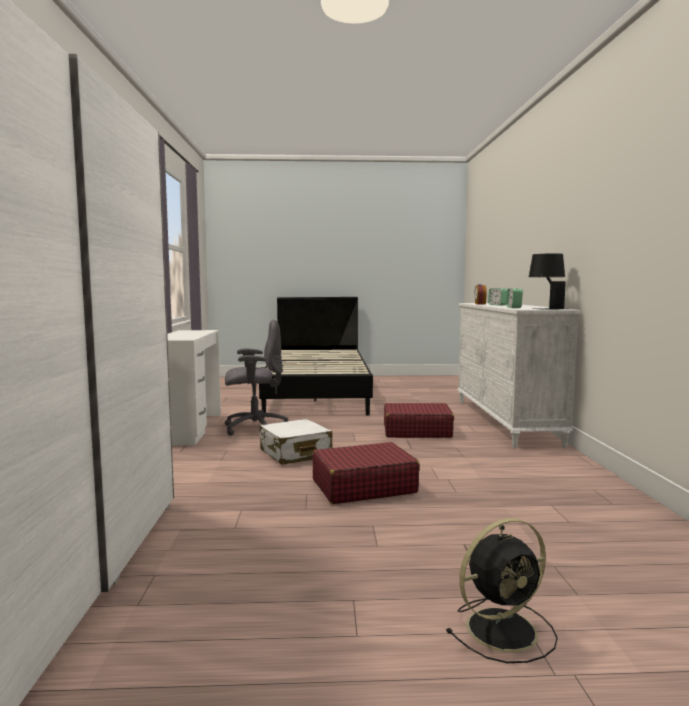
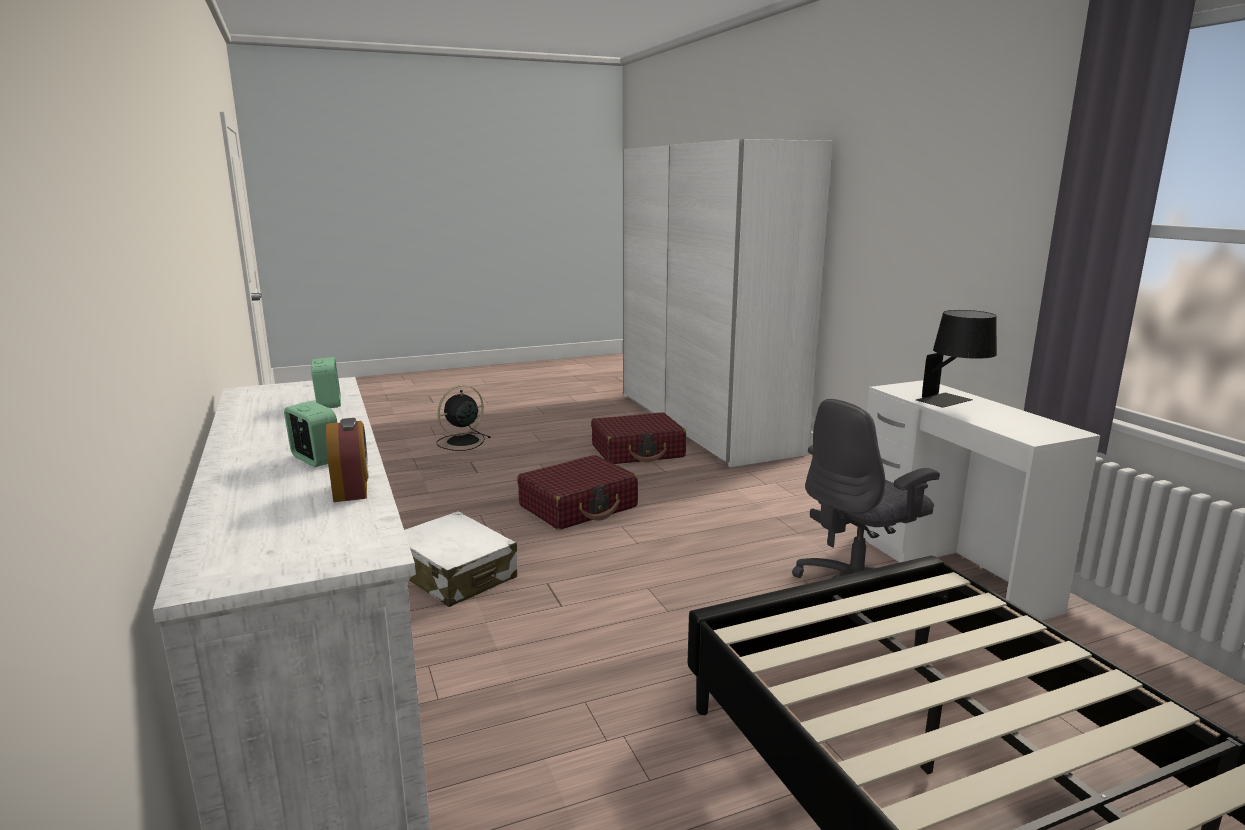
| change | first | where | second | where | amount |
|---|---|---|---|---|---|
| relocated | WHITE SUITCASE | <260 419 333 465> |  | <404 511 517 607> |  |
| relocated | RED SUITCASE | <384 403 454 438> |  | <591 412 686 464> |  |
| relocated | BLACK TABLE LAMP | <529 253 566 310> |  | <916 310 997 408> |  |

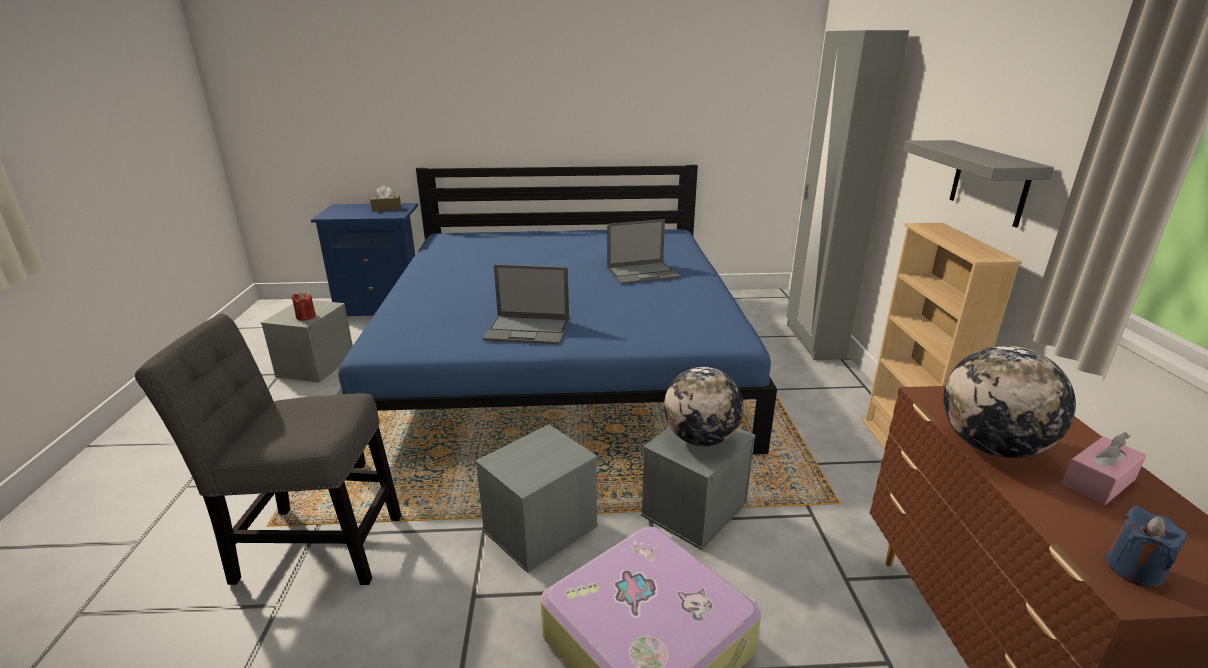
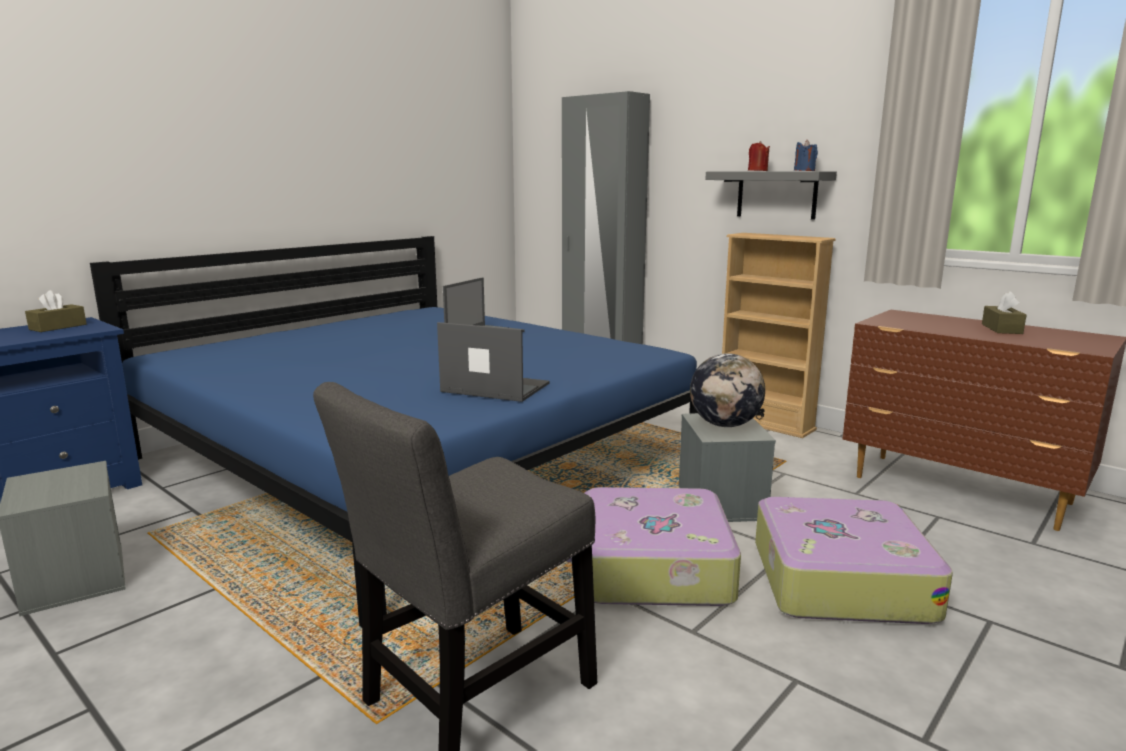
| change | first | where | second | where | amount |
|---|---|---|---|---|---|
| relocated | RED CANDLE | <291 293 316 321> |  | <748 141 770 171> |  |
| exchanged | GREY STORAGE BOX | <475 425 598 573> | SUITCASE | <566 487 741 606> |  |
| spun | LAPTOP | <483 264 569 345> |  | <437 322 550 402> | 120 degrees counterclockwise |
| missing | GLOBE | <943 346 1076 458> |  |  |  |
| colour | PINK TISSUE BOX | <1062 432 1147 505> | BROWN TISSUE BOX | <982 292 1027 334> |  |
| relocated | BLUE CANDLE | <1105 506 1187 588> |  | <794 140 818 171> |  |

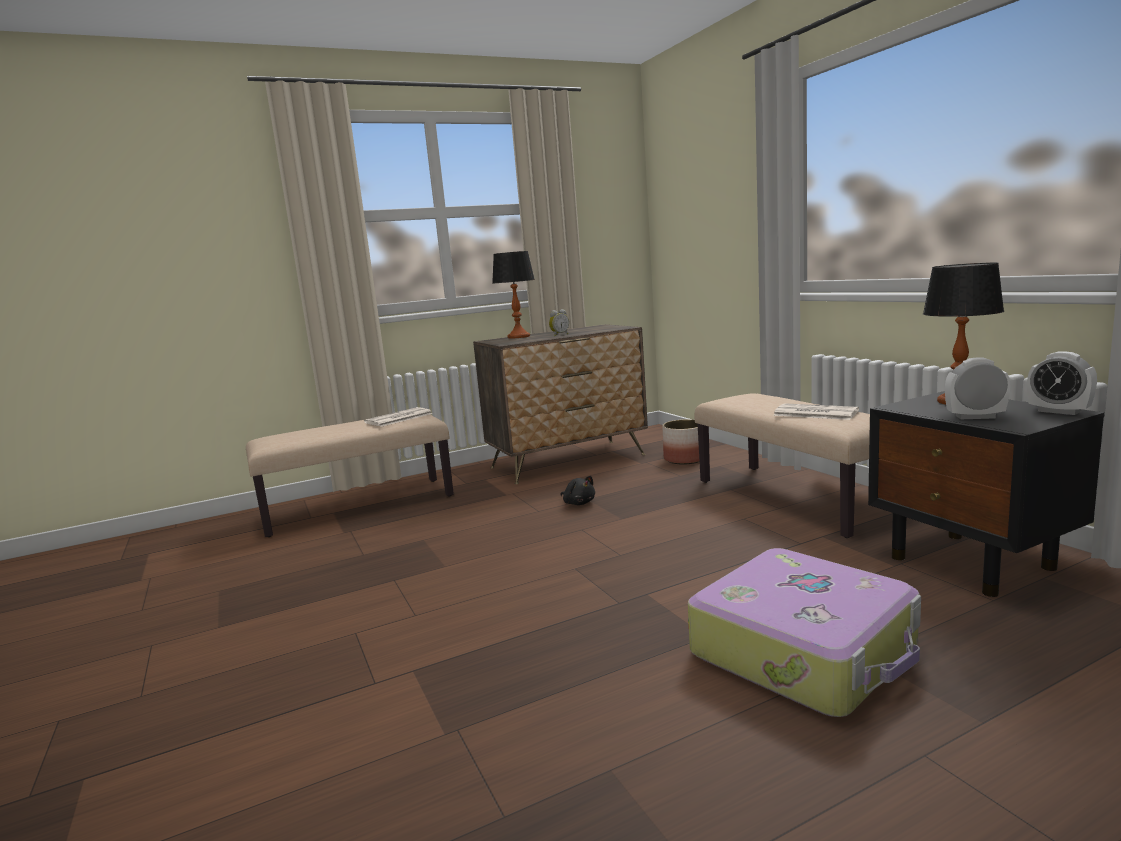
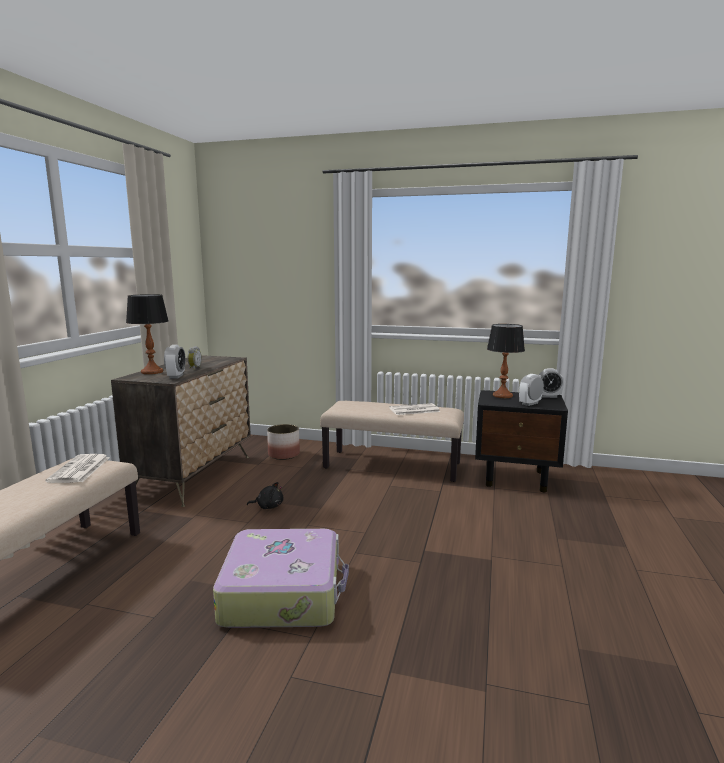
| change | first | where | second | where | amount |
|---|---|---|---|---|---|
| relocated | SUITCASE | <688 548 921 717> |  | <213 529 349 628> |  |
| appeared |  |  | ALARM CLOCK | <164 345 186 379> |  |

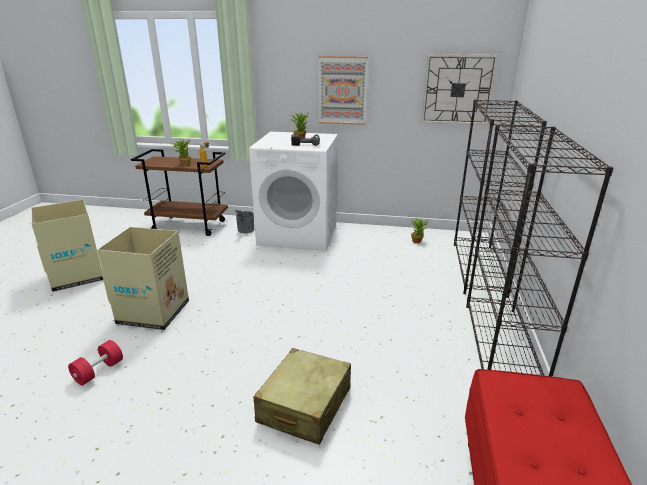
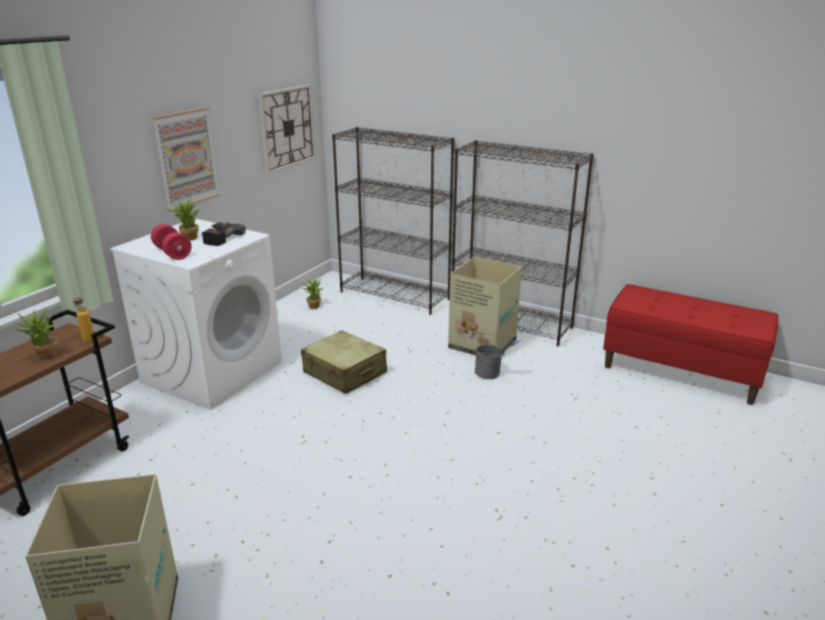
| change | first | where | second | where | amount |
|---|---|---|---|---|---|
| relocated | RED DUMBBELL | <68 340 123 385> |  | <151 224 192 260> |  |
| relocated | CARDBOARD BOX | <97 227 189 330> |  | <448 257 522 355> |  |
| relocated | GREY BUCKET | <235 210 254 234> |  | <475 340 519 379> |  |
| relocated | BEIGE SUITCASE | <253 348 351 445> |  | <301 330 387 394> |  |

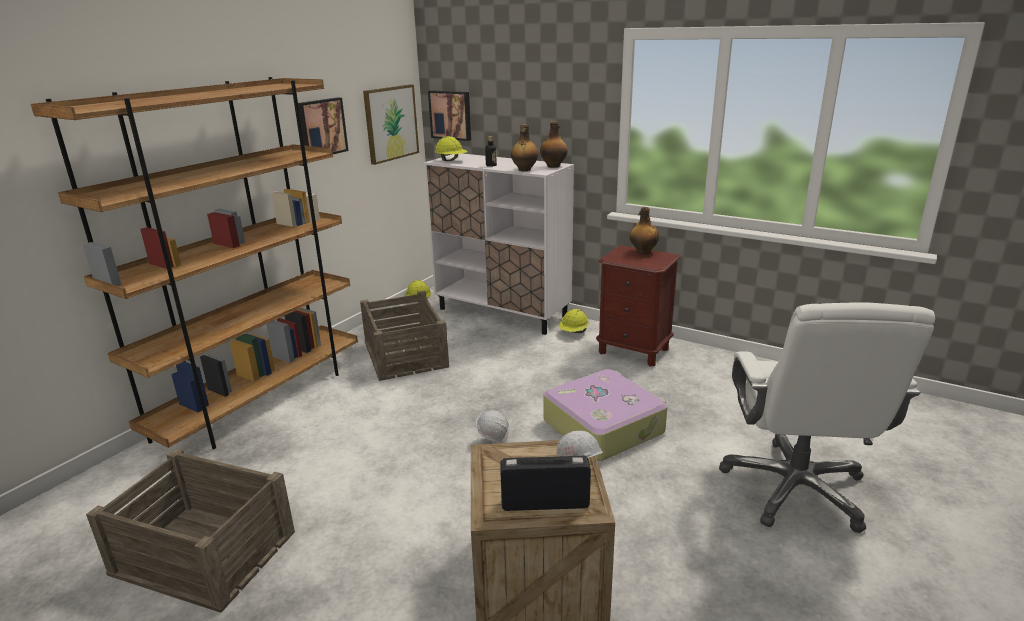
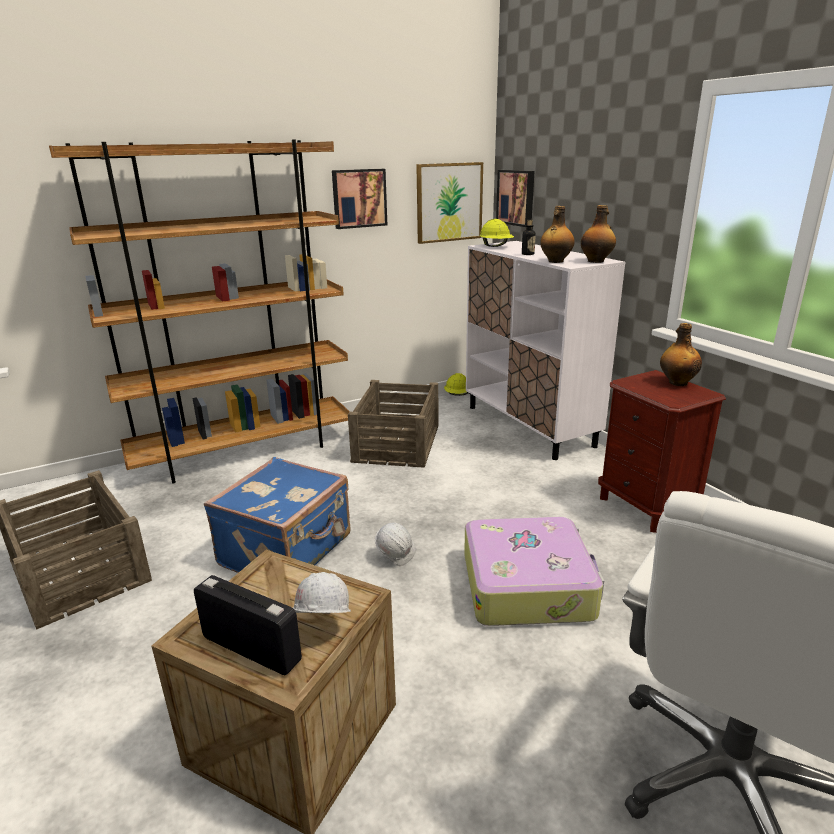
| change | first | where | second | where | amount |
|---|---|---|---|---|---|
| missing | YELLOW HARD HAT | <559 309 589 333> |  |  |  |
| appeared |  |  | BLUE SUITCASE | <204 457 351 573> |  |

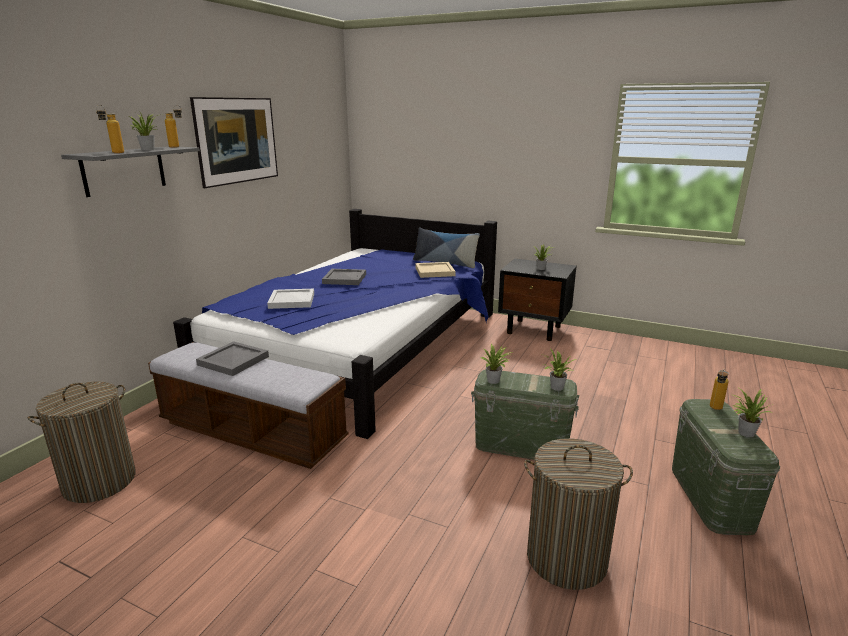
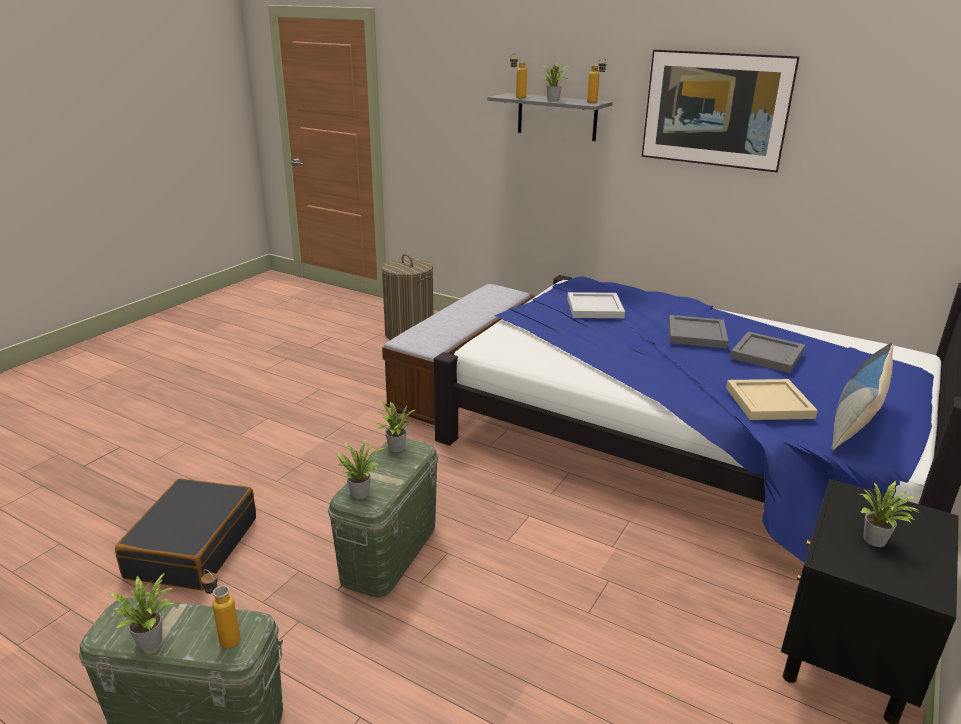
| change | first | where | second | where | amount |
|---|---|---|---|---|---|
| relocated | GREY TRAY | <196 341 269 376> |  | <730 332 805 373> |  |
| exchanged | LAUNDRY BASKET | <524 438 633 590> | BLACK SUITCASE | <115 479 256 590> |  |

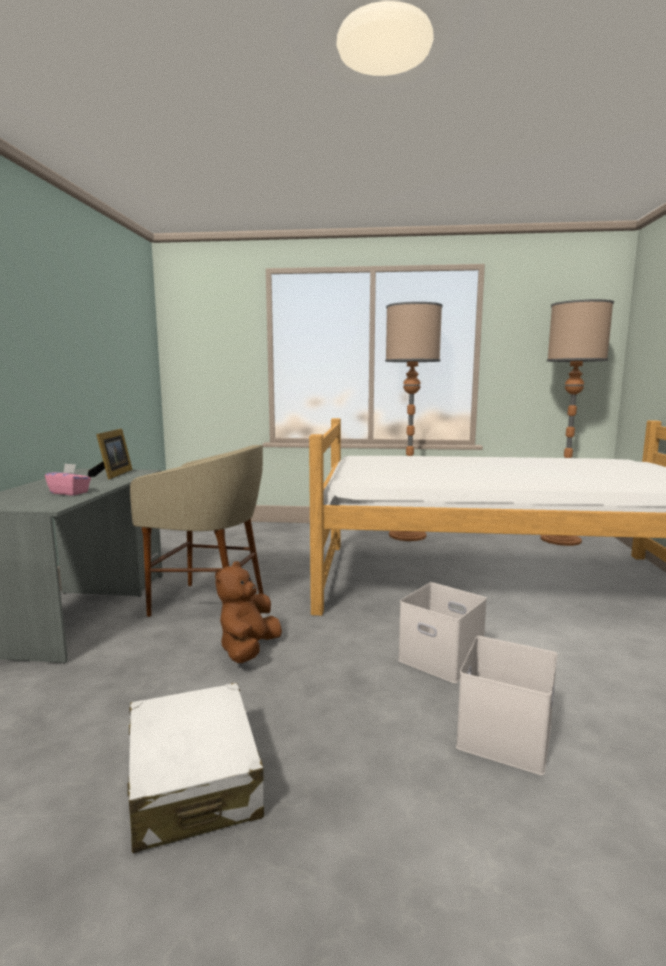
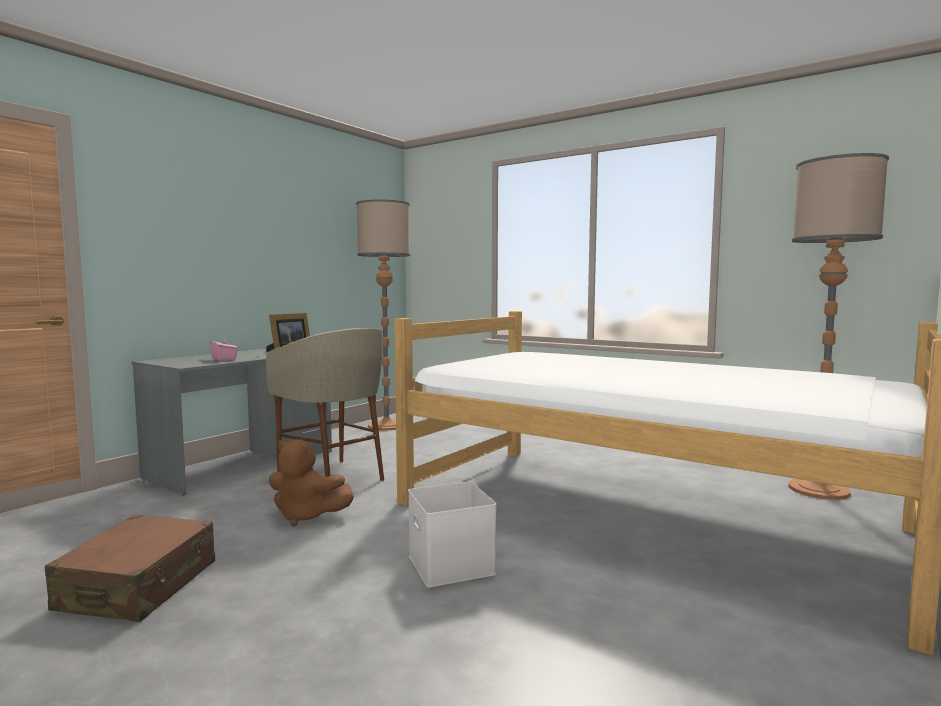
| change | first | where | second | where | amount |
|---|---|---|---|---|---|
| colour | WHITE SUITCASE | <127 683 264 853> | BROWN SUITCASE | <45 515 215 622> |  |
| spun | BROWN PLUSH TOY | <215 561 282 663> |  | <269 439 354 526> | 120 degrees counterclockwise |
| relocated | FLOOR LAMP | <385 302 443 541> |  | <356 200 410 431> |  |
| missing | WHITE STORAGE BOX | <456 636 557 775> |  |  |  |

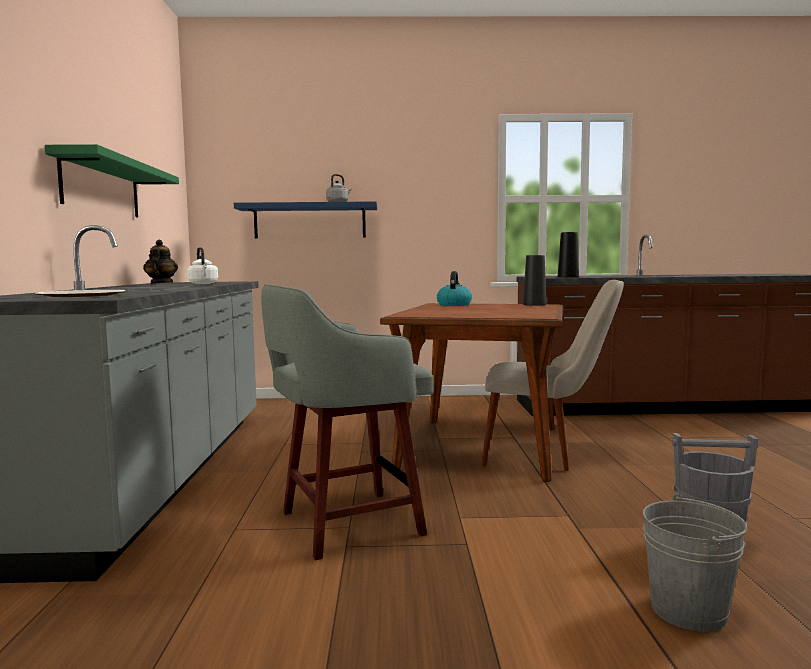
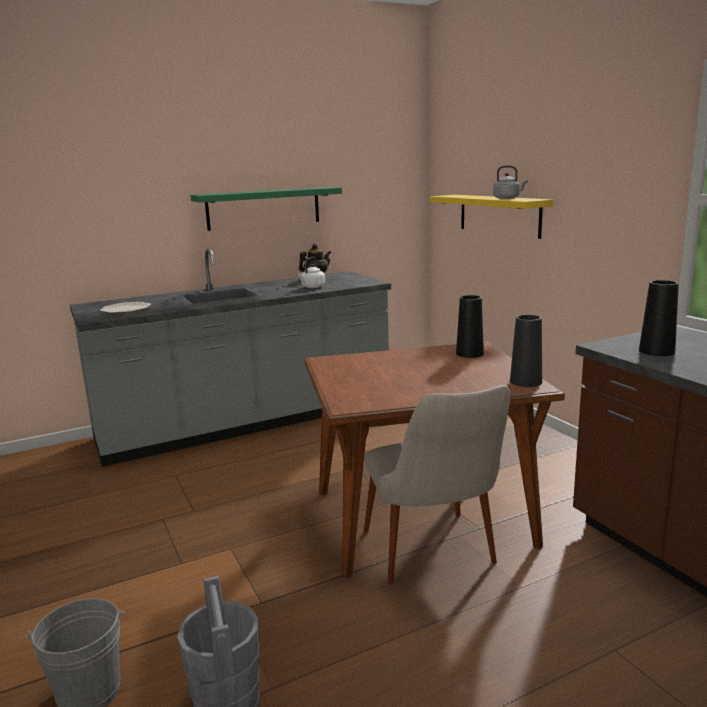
| change | first | where | second | where | amount |
|---|---|---|---|---|---|
| colour | BLUE SHELF | <234 201 377 239> | YELLOW SHELF | <430 195 553 239> |  |
| missing | GREY STOOL | <261 284 434 560> |  |  |  |
| exchanged | KETTLE | <437 271 472 306> | BLACK VASE | <456 295 484 358> |  |

